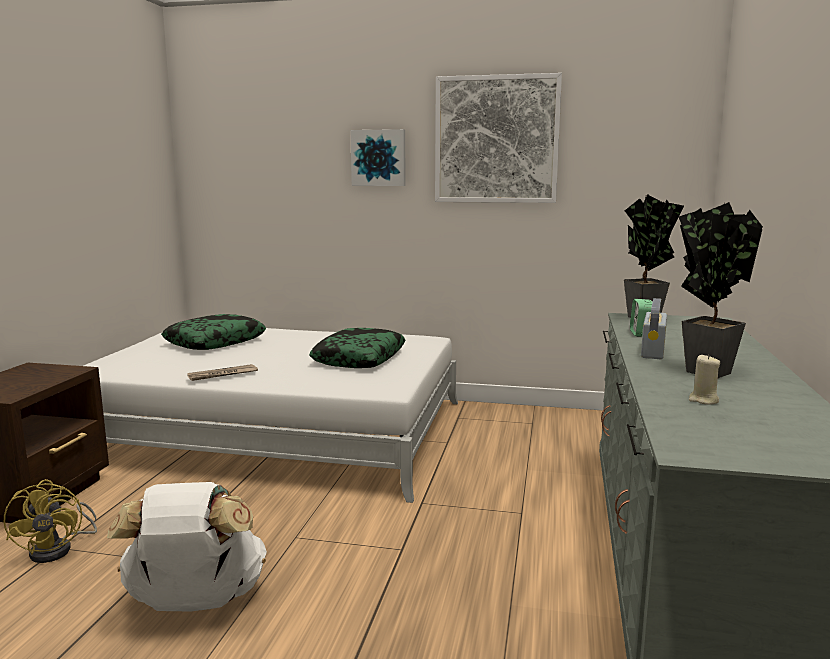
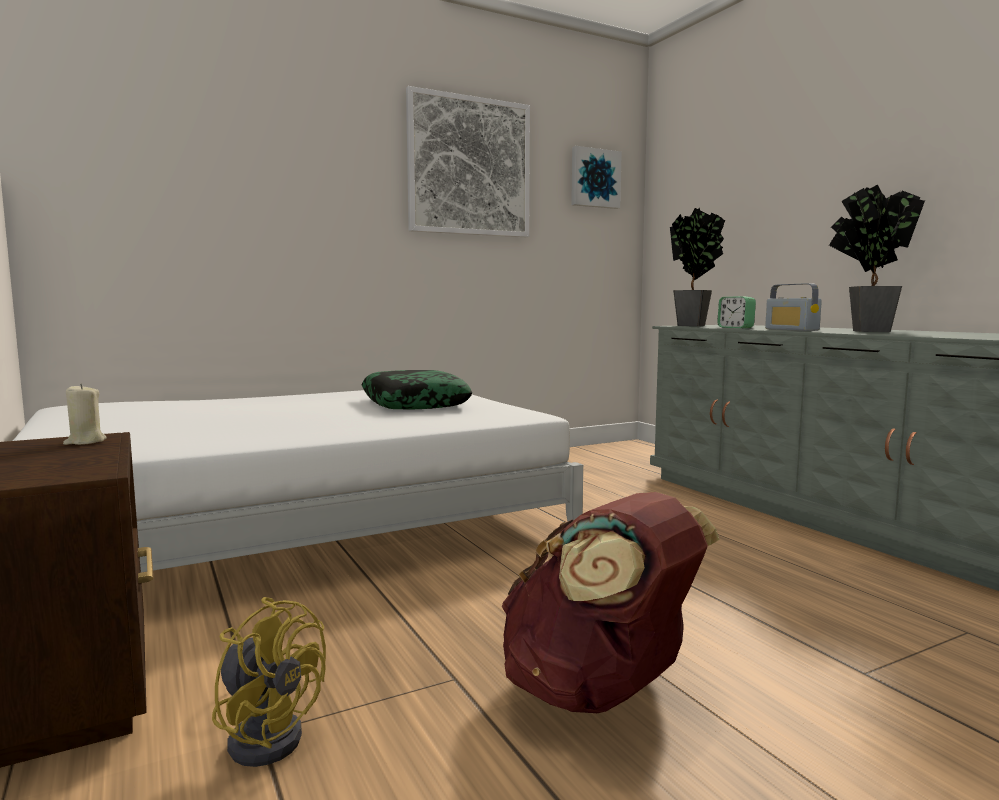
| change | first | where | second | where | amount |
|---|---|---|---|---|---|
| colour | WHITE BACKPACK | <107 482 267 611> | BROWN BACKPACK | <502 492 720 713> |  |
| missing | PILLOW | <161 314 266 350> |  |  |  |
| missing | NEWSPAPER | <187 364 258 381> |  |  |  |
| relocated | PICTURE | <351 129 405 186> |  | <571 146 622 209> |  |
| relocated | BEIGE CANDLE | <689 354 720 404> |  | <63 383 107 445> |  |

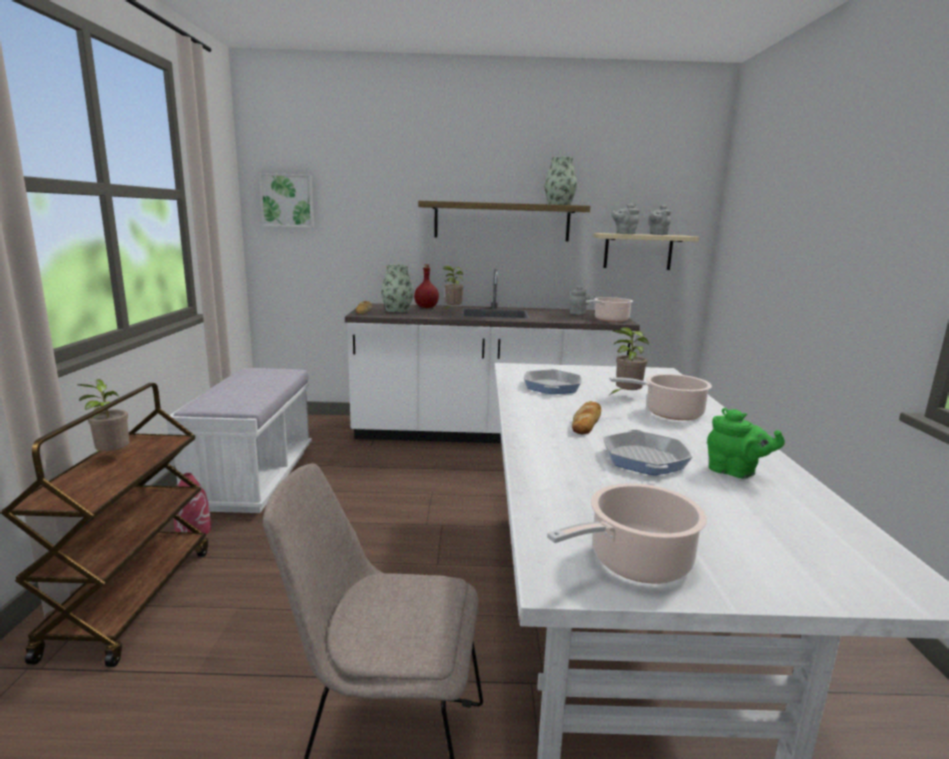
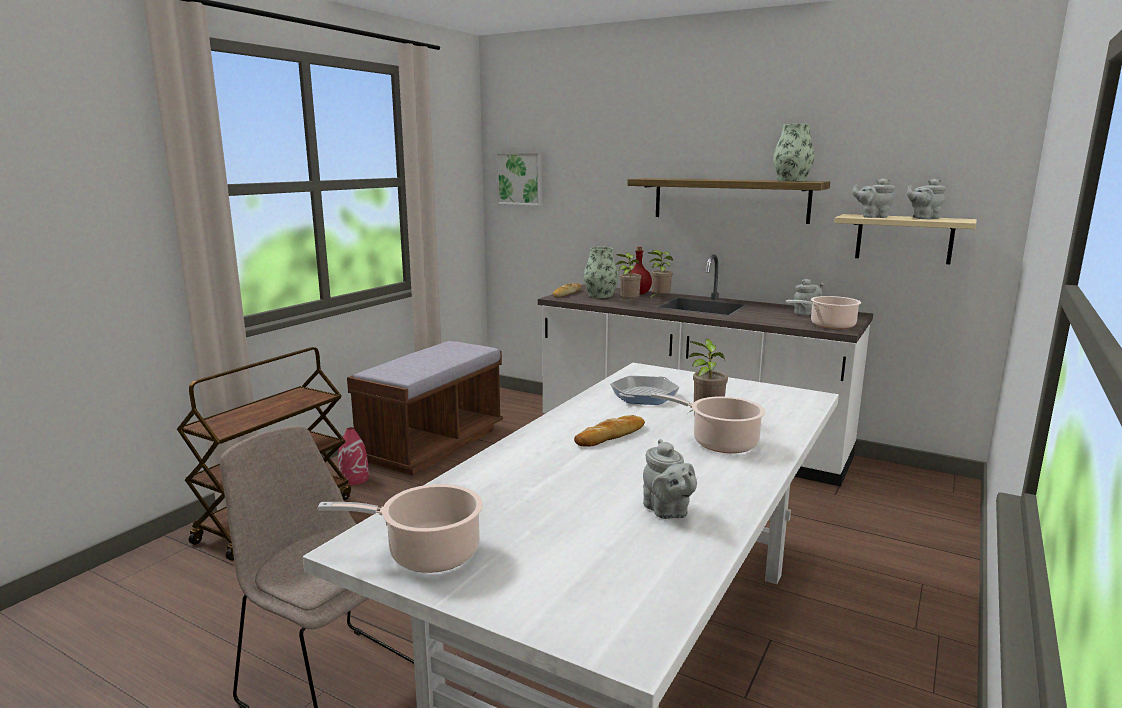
| change | first | where | second | where | amount |
|---|---|---|---|---|---|
| relocated | POTTED PLANT | <78 379 129 455> |  | <616 252 641 301> |  |
| colour | WHITE BENCH | <166 368 312 513> | BROWN BENCH | <347 341 503 475> |  |
| missing | FRYING PAN | <603 429 692 475> |  |  |  |
| colour | GREEN TEAPOT | <707 408 785 479> | GREY TEAPOT | <643 439 697 519> |  |

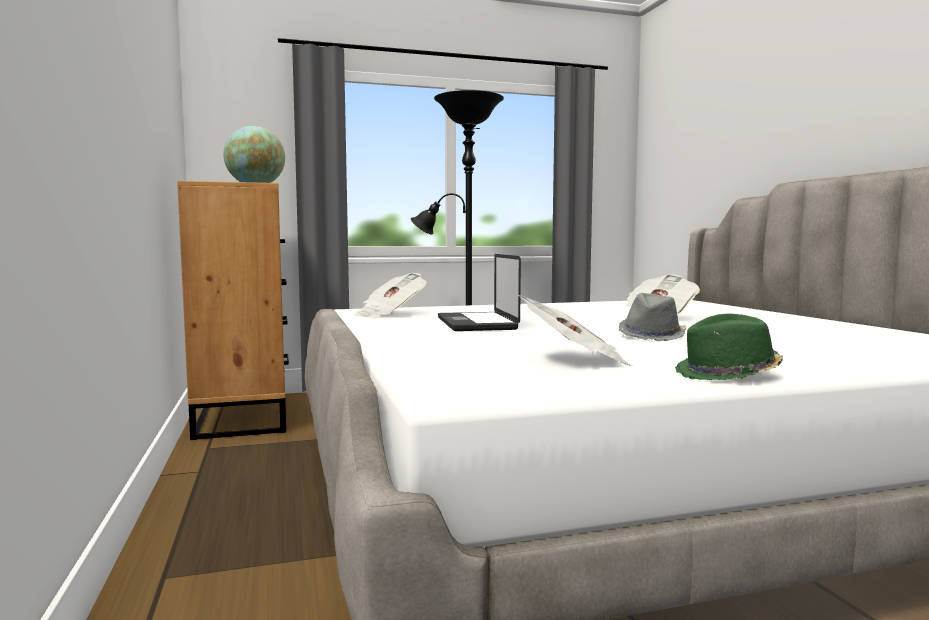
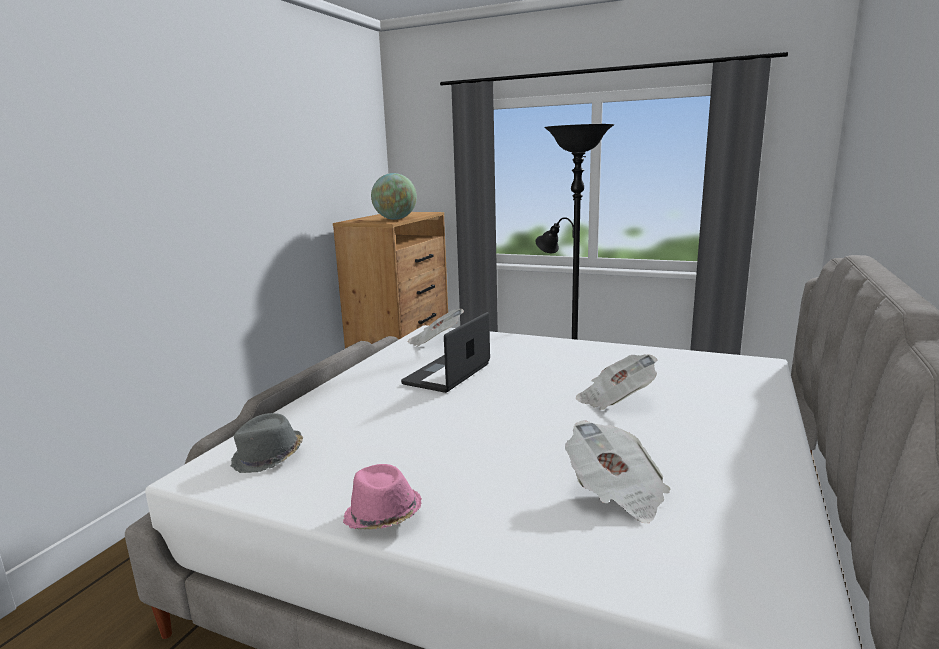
| change | first | where | second | where | amount |
|---|---|---|---|---|---|
| relocated | NEWSPAPER | <518 295 632 366> |  | <565 420 670 524> |  |
| relocated | GREY HAT | <619 293 686 341> |  | <230 413 303 473> |  |
| colour | GREEN HAT | <675 314 783 380> | PINK HAT | <343 464 422 530> |  |

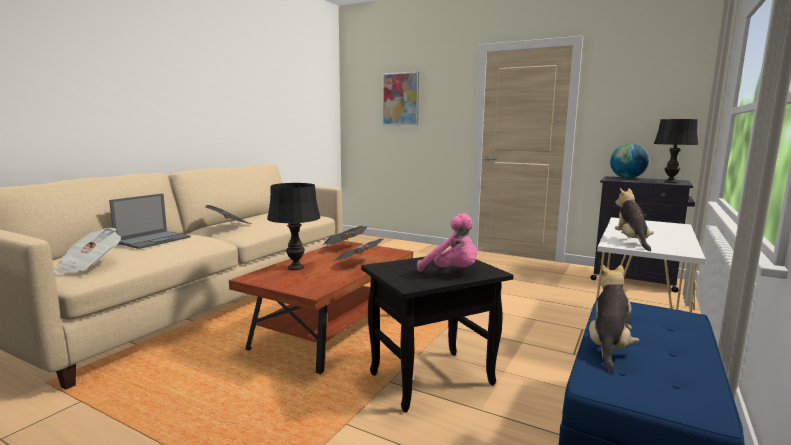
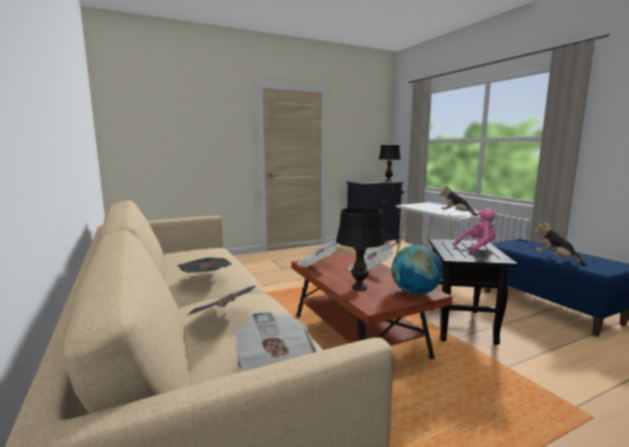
| change | first | where | second | where | amount |
|---|---|---|---|---|---|
| exchanged | LAPTOP | <109 193 191 249> | NEWSPAPER | <186 286 256 316> |  |
| missing | PICTURE | <383 72 419 126> |  |  |  |
| relocated | GLOBE | <610 144 649 178> |  | <392 245 443 295> |  |

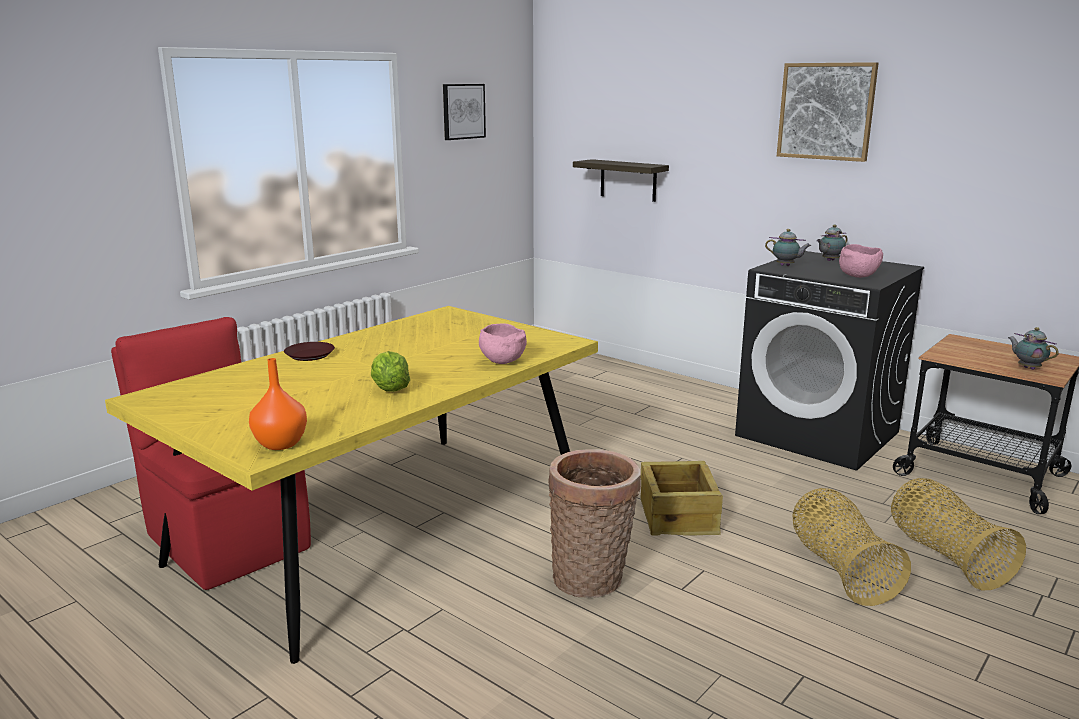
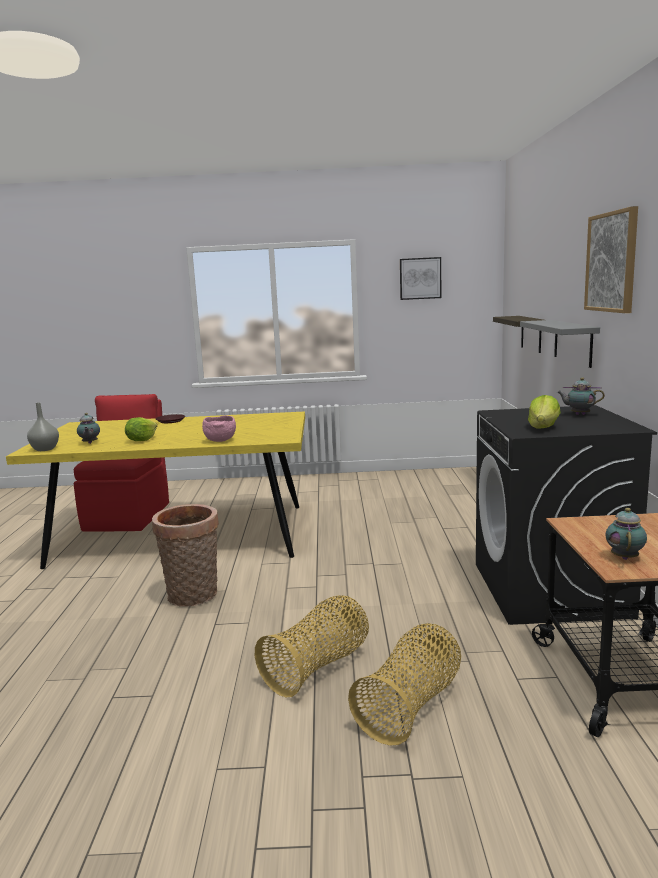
| change | first | where | second | where | amount |
|---|---|---|---|---|---|
| colour | ORANGE VASE | <249 358 307 450> | GREY VASE | <27 402 59 451> |  |
| missing | CRATE | <640 461 723 536> |  |  |  |
| relocated | TEAPOT | <765 229 811 266> |  | <77 413 100 444> |  |
| exchanged | PINK BOWL | <839 244 883 278> | LETTUCE | <528 395 561 428> |  |
| appeared |  |  | GREY SHELF | <520 320 600 368> |  |

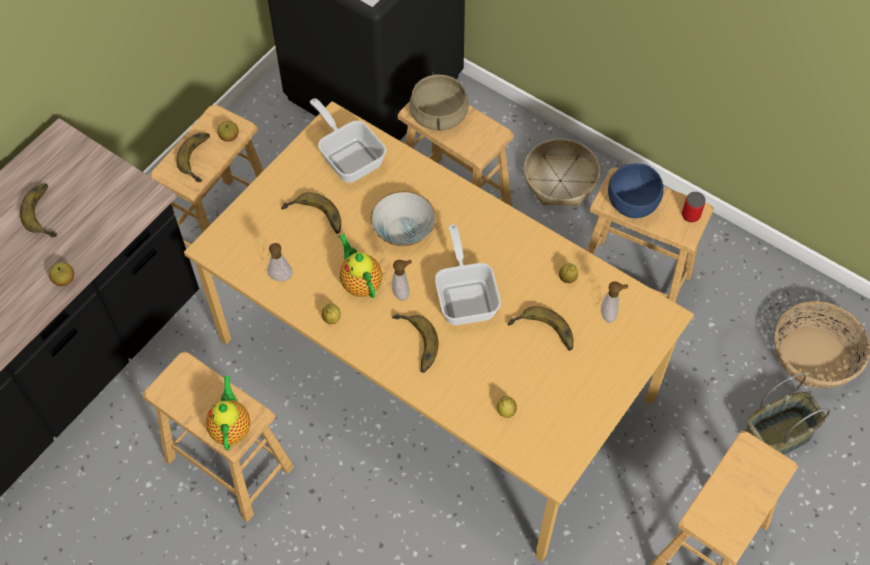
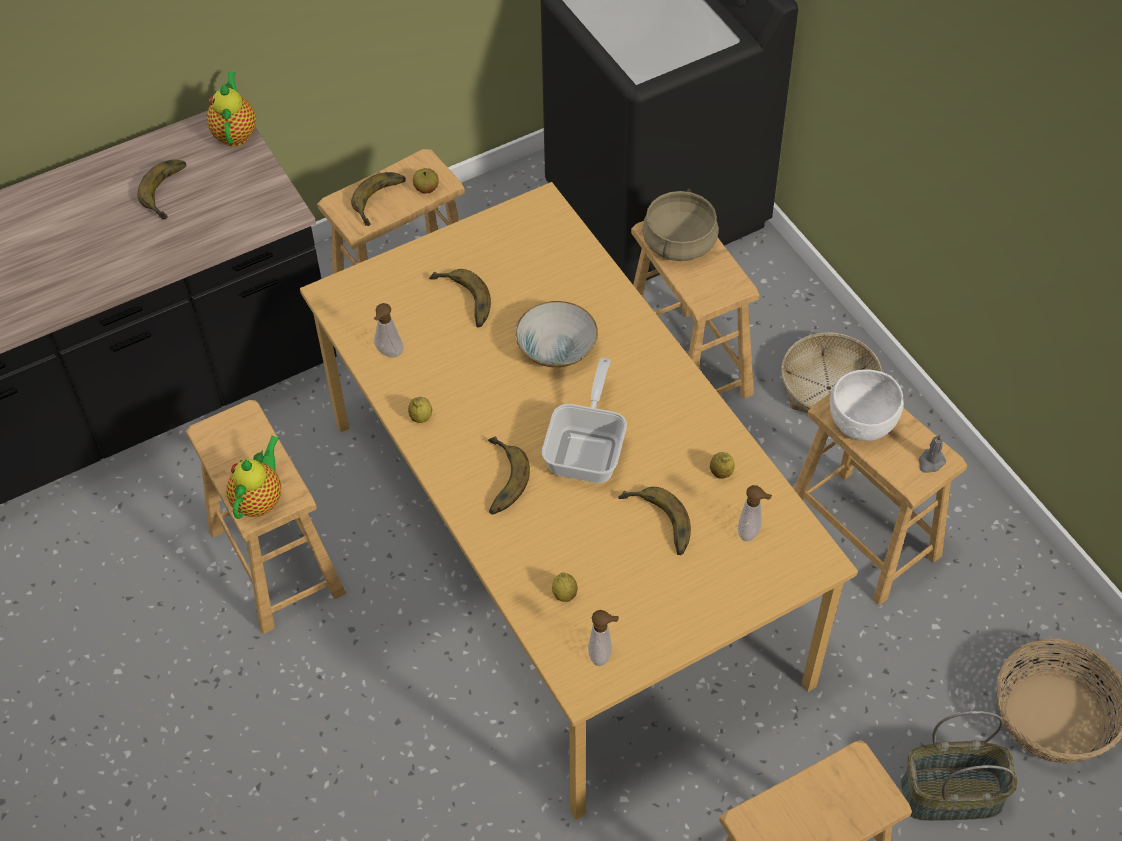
| change | first | where | second | where | amount |
|---|---|---|---|---|---|
| missing | APPLE | <49 262 74 286> |  |  |  |
| missing | FRYING PAN | <310 98 386 183> |  |  |  |
| relocated | TEAPOT | <338 234 382 298> |  | <207 72 256 147> |  |
| relocated | SOAP DISPENSER | <391 260 412 301> |  | <588 610 619 666> |  |
| colour | BLUE BOWL | <608 163 664 218> | WHITE BOWL | <830 369 904 441> |  |
| exchanged | CAN | <682 192 705 222> | GREY CANDLE | <919 433 946 473> |  |

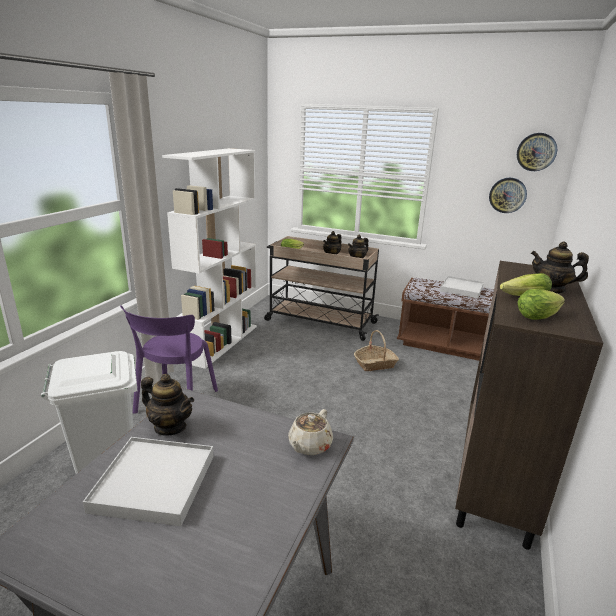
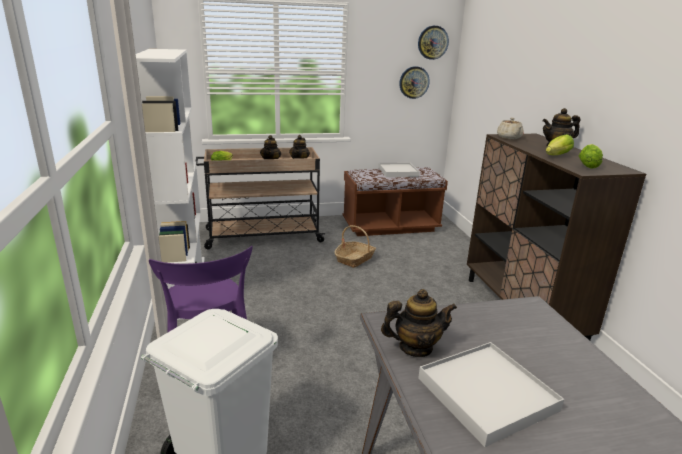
| change | first | where | second | where | amount |
|---|---|---|---|---|---|
| relocated | BEIGE TEAPOT | <288 409 333 455> |  | <497 118 524 139> |  |

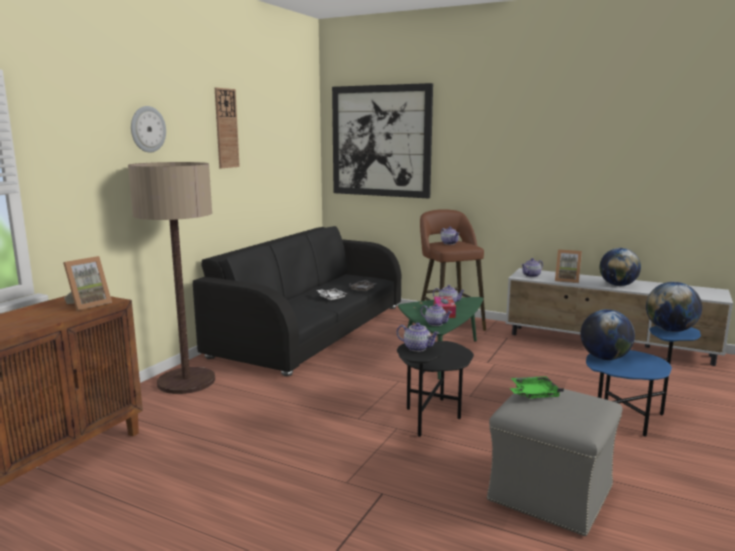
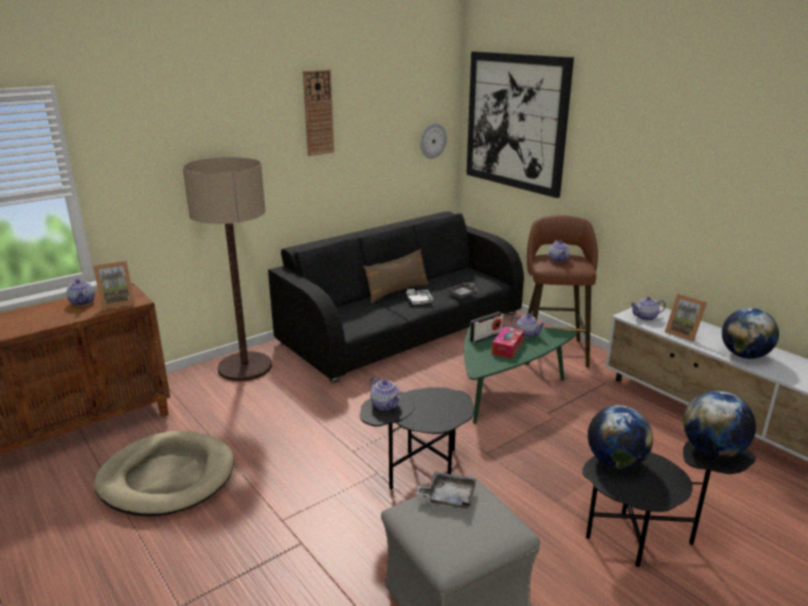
| change | first | where | second | where | amount |
|---|---|---|---|---|---|
| relocated | WALL CLOCK | <131 106 166 153> |  | <420 123 447 159> |  |
| relocated | TEAPOT | <421 304 452 326> |  | <66 279 95 306> |  |
| colour | GREEN TRAY | <510 376 564 399> | GREY TRAY | <415 471 477 509> |  |
| colour | BLUE SIDE TABLE | <586 326 701 437> | BLACK SIDE TABLE | <582 441 756 567> |  |
| appeared |  |  | BEIGE DOG BED | <93 431 234 516> |  |
| appeared |  |  | BROWN PILLOW | <363 249 429 303> |  |
| appeared |  |  | RADIO | <470 312 504 343> |  |

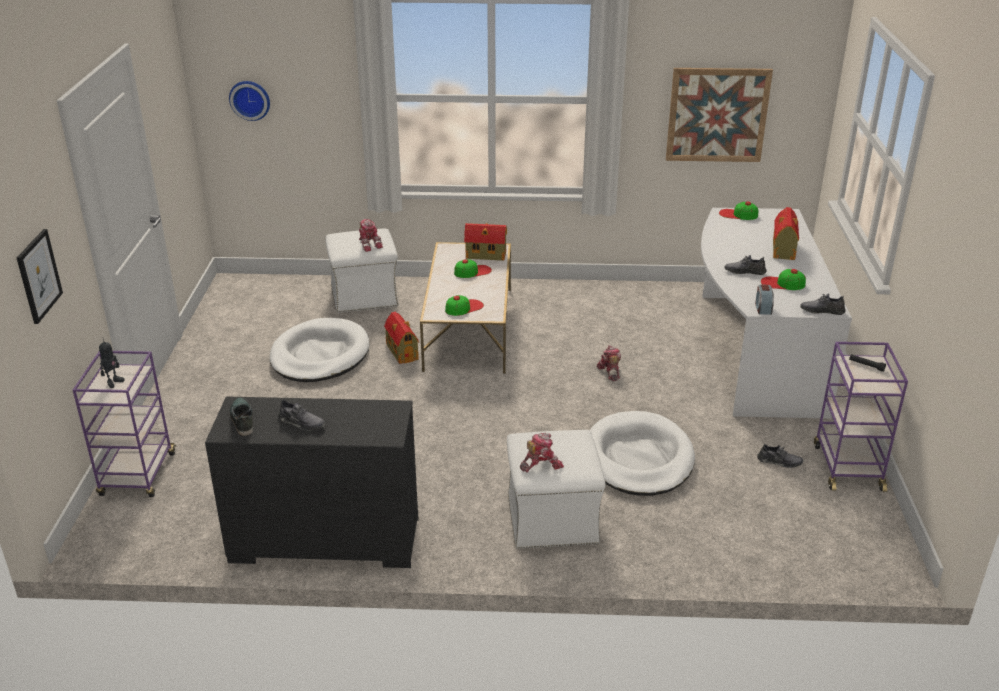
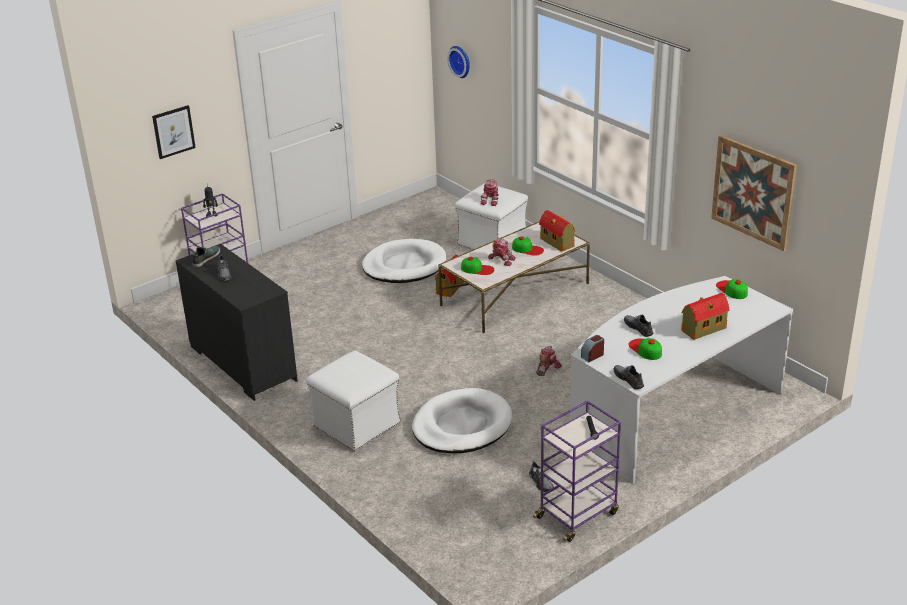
| change | first | where | second | where | amount |
|---|---|---|---|---|---|
| relocated | TOY ROBOT | <520 433 564 472> |  | <488 239 516 266> |  |

